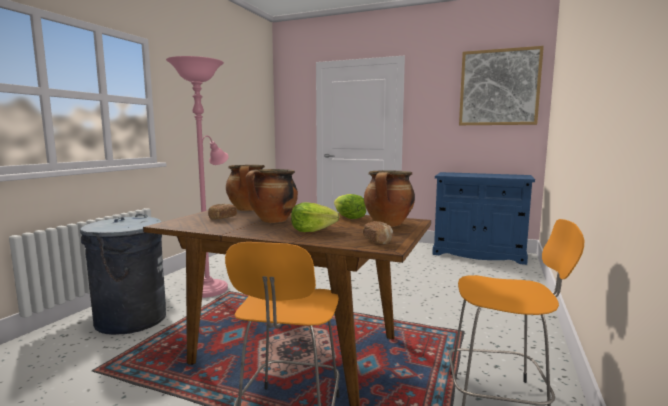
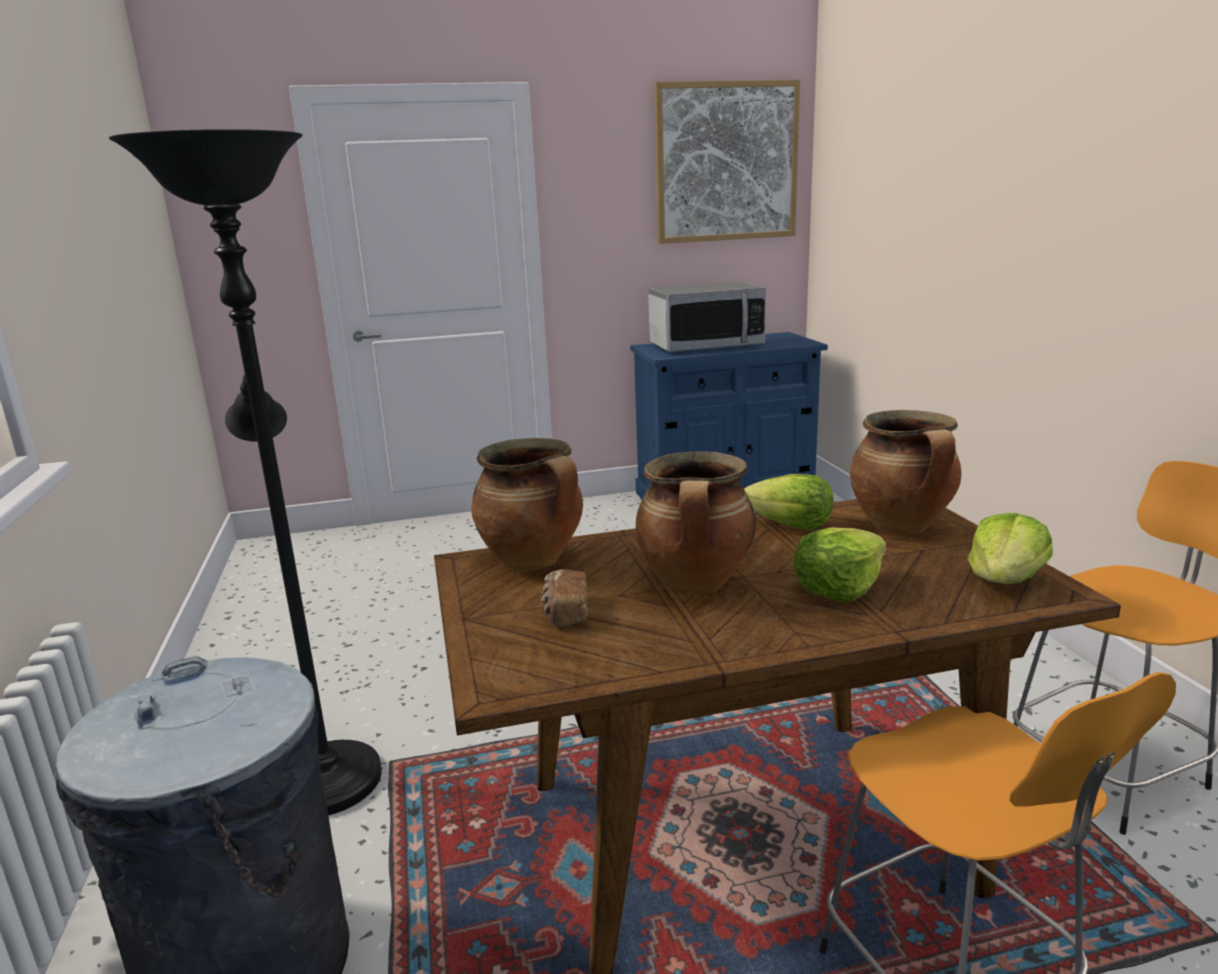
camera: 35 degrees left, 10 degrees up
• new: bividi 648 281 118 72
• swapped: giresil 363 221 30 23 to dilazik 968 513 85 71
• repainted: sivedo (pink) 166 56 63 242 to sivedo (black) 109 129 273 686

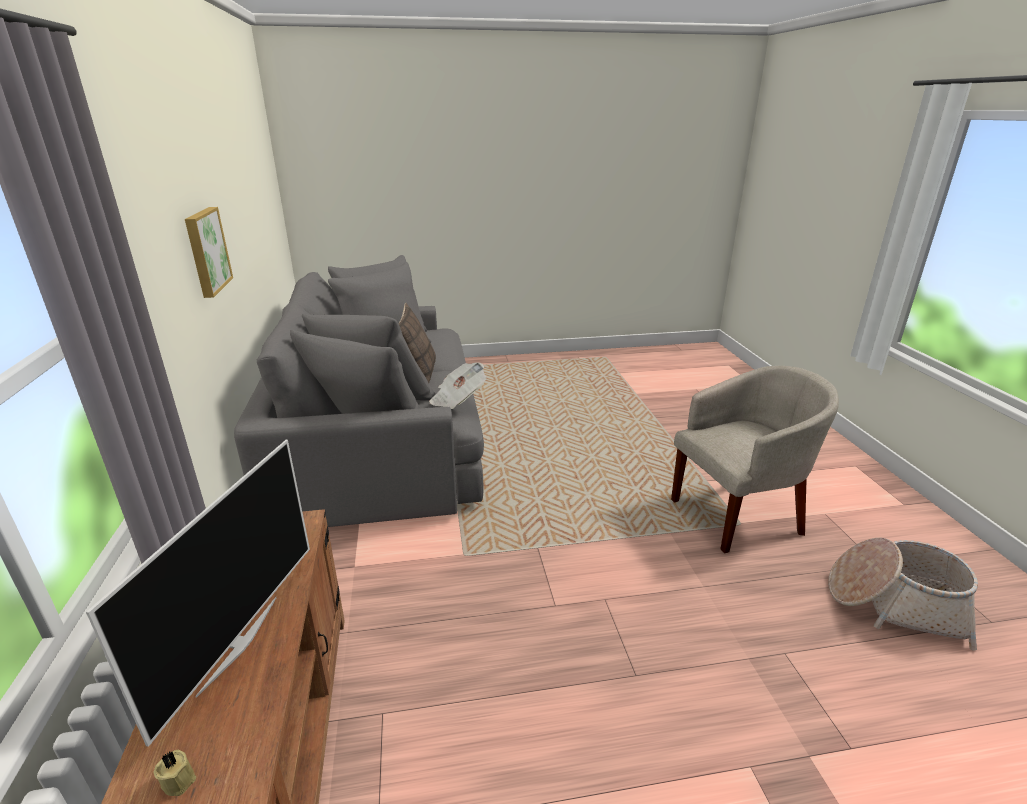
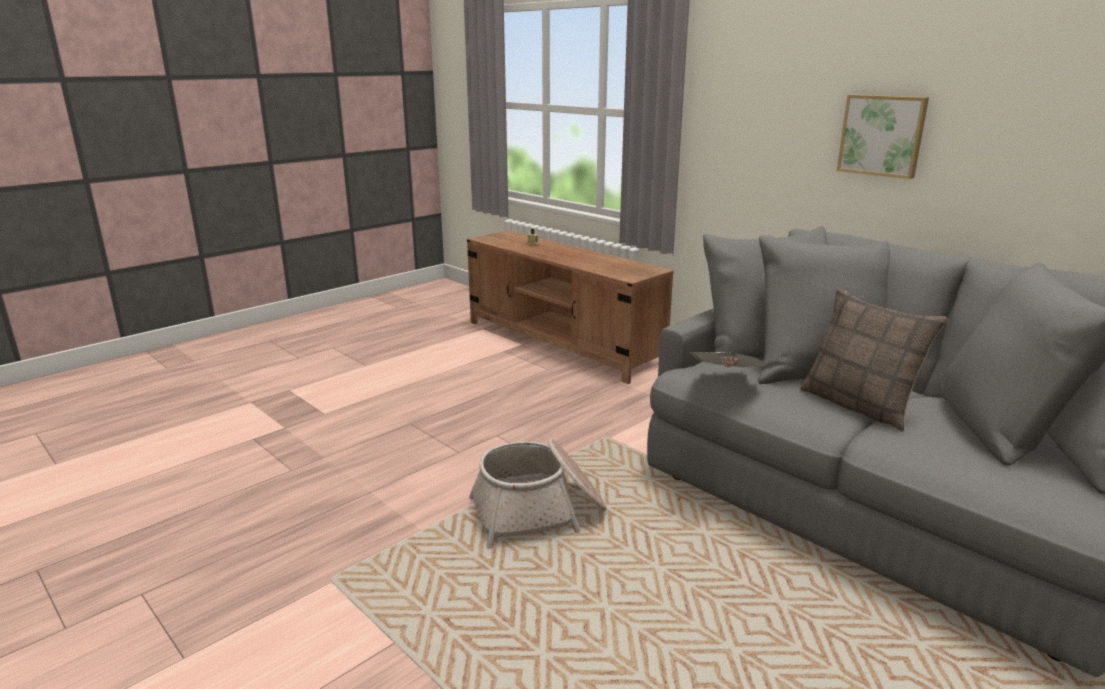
camera: 145 degrees right, 5 degrees down
• gone: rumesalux 86 440 224 307
• gone: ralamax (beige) 671 366 168 187
• shifted: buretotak 828 538 150 113 to 469 439 138 110

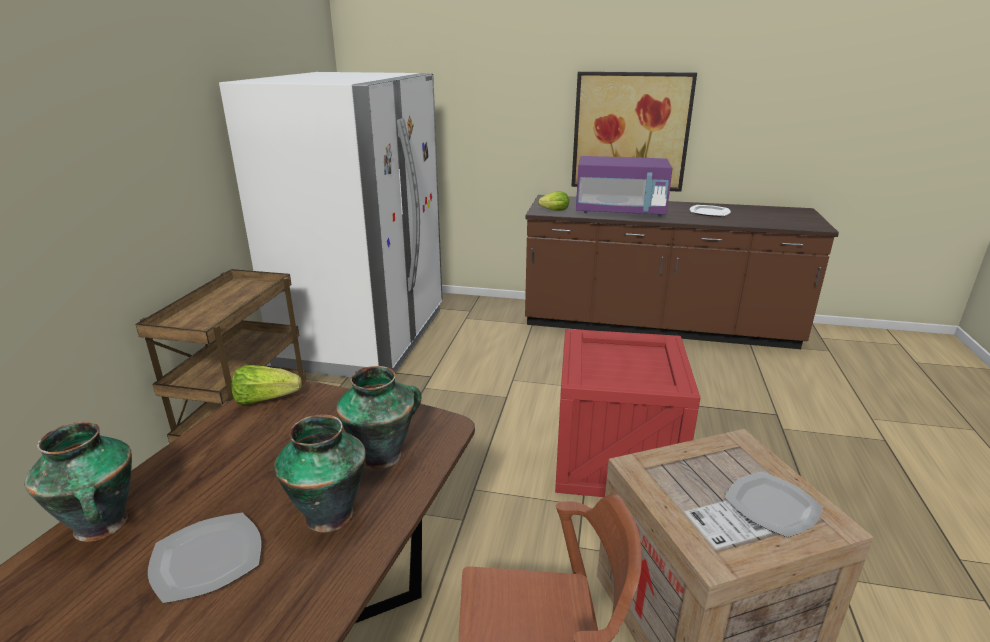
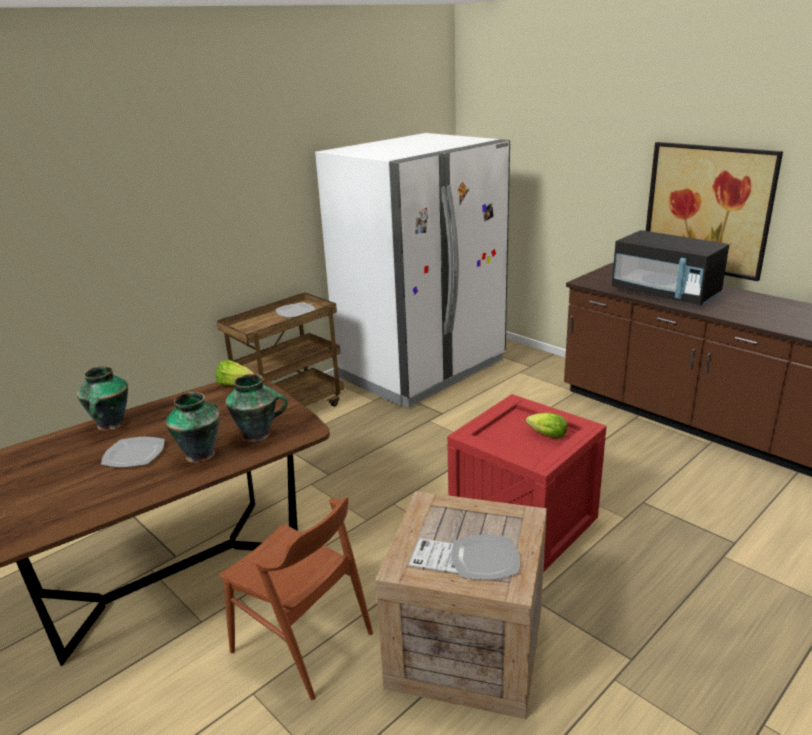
camera: 35 degrees right, 0 degrees up
• shifted: dilazik 538 191 31 20 to 526 413 42 25
• shifted: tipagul 690 205 41 12 to 276 303 39 15
• repainted: bividi (purple) 576 156 97 61 to bividi (black) 612 230 117 76

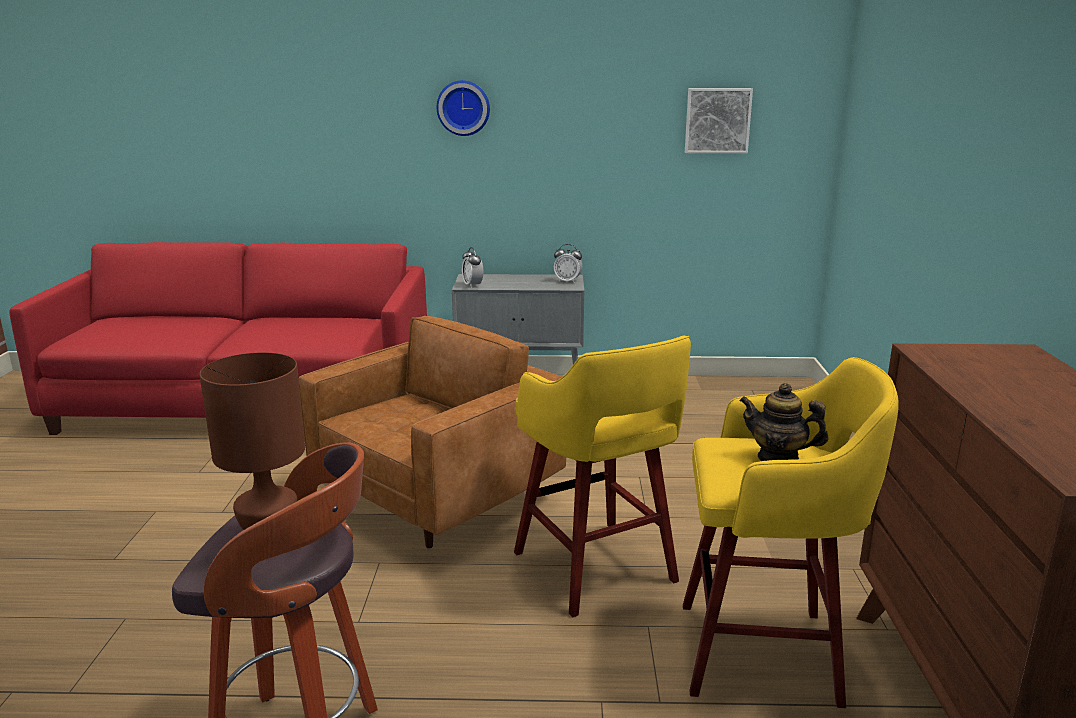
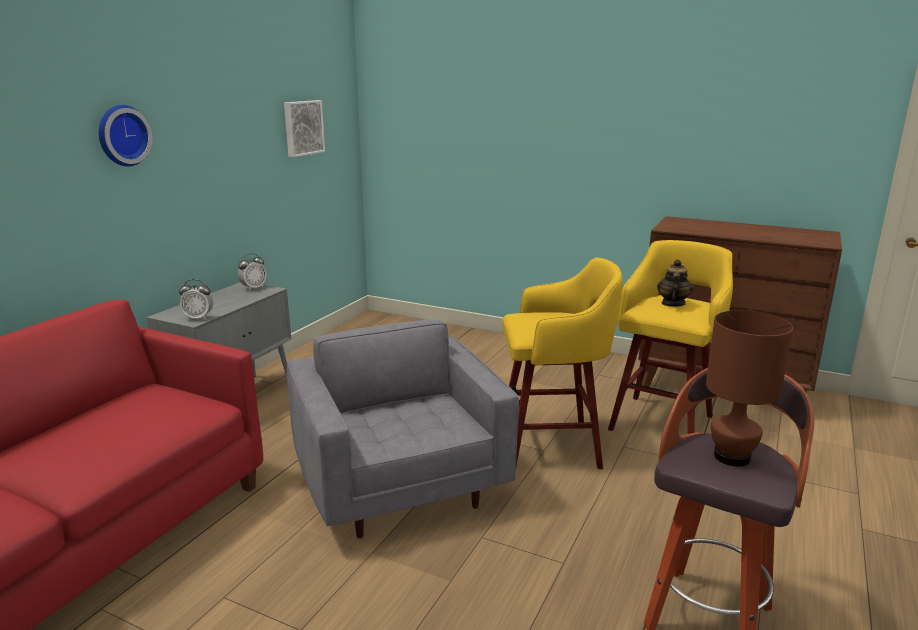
camera: 65 degrees left, 0 degrees up
• repainted: ralamax (brown) 299 316 267 233 to ralamax (grey) 287 320 232 219
• rotated: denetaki 739 383 89 78 = 657 259 36 48 150 degrees clockwise

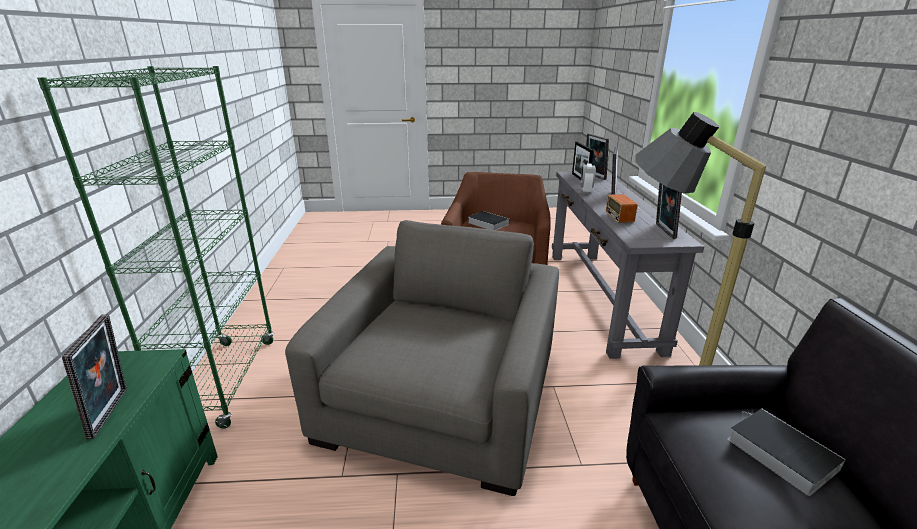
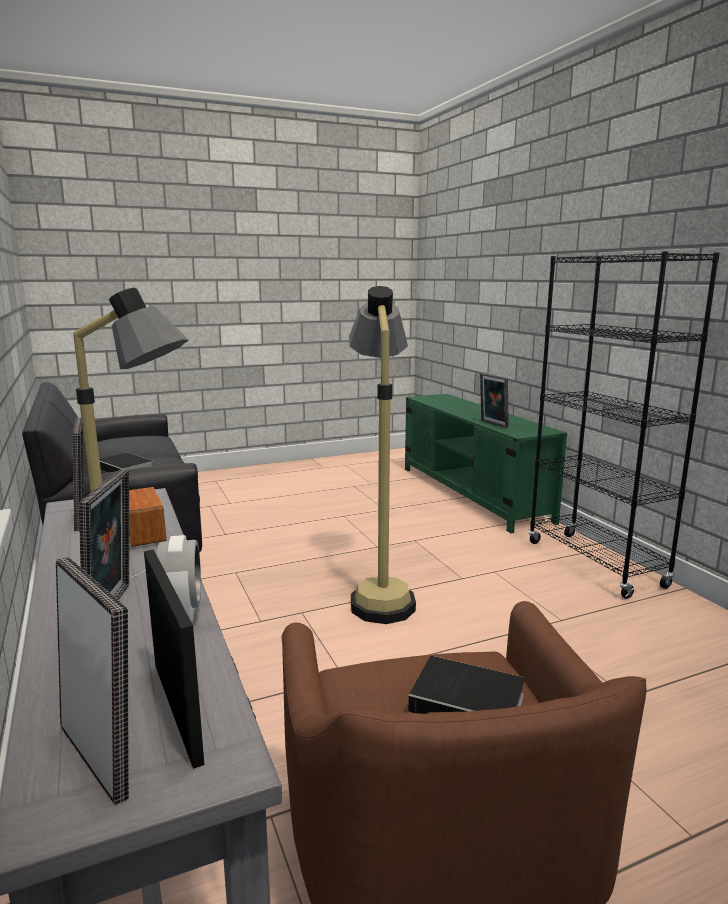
camera: 160 degrees right, 10 degrees down
• swapped: ralamax (grey) 285 220 274 276 to sivedo 349 286 67 338
• repainted: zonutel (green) 37 66 237 362 to zonutel (black) 529 251 191 348

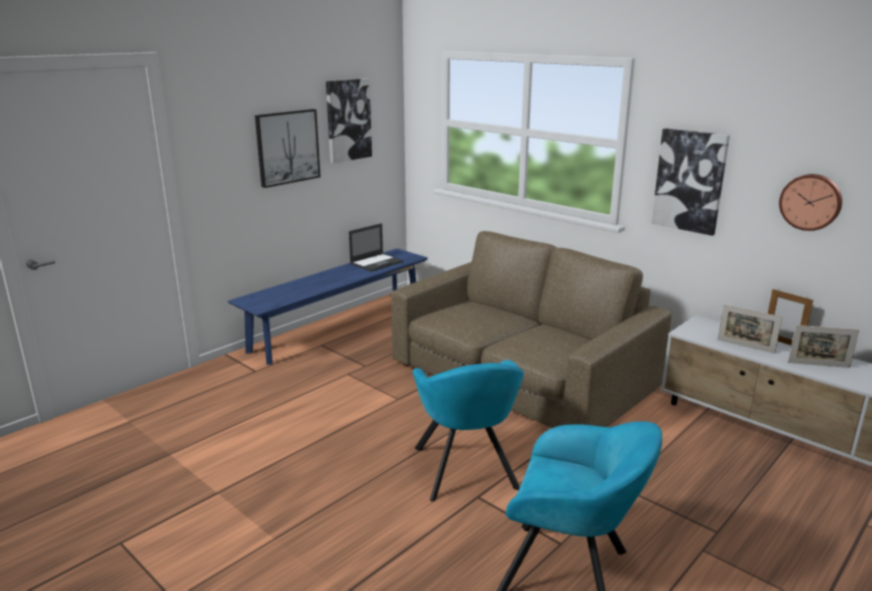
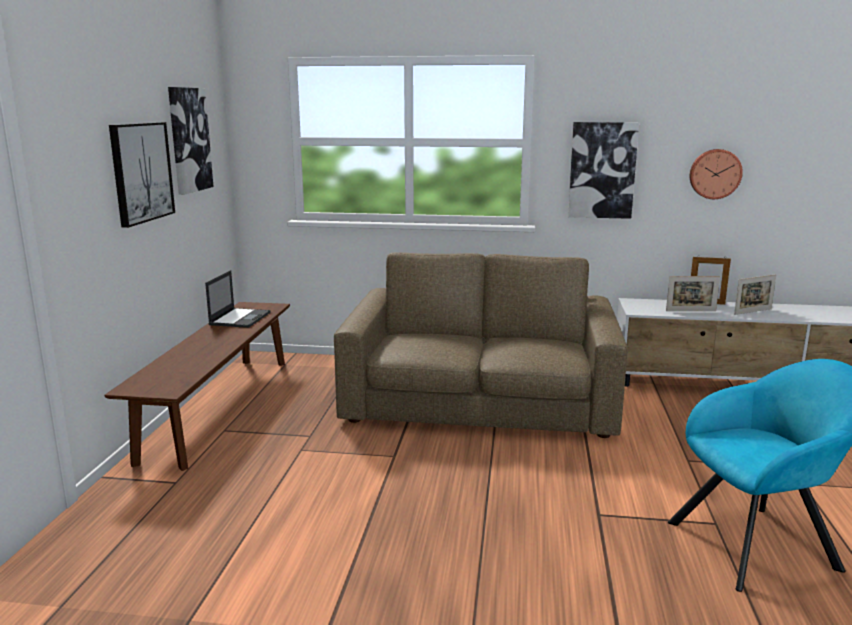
camera: 35 degrees left, 5 degrees down
• gone: ralamax (turquoise) 413 360 111 141
• repainted: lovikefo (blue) 228 248 200 117 to lovikefo (brown) 104 302 186 169

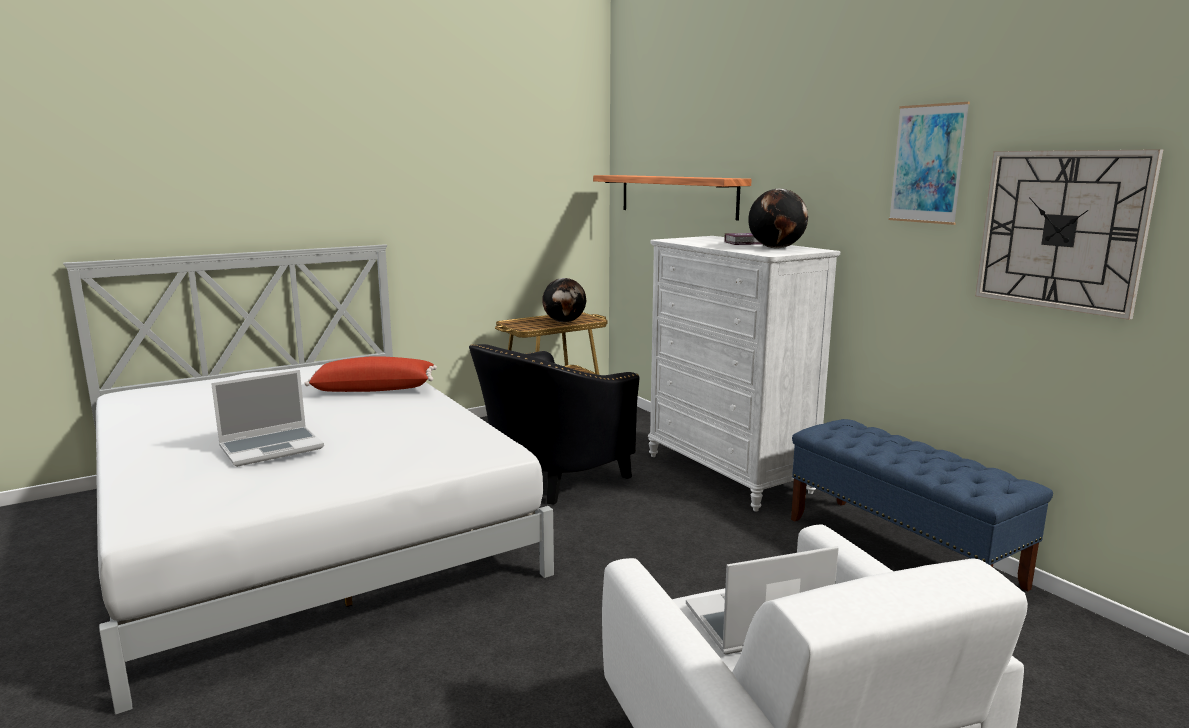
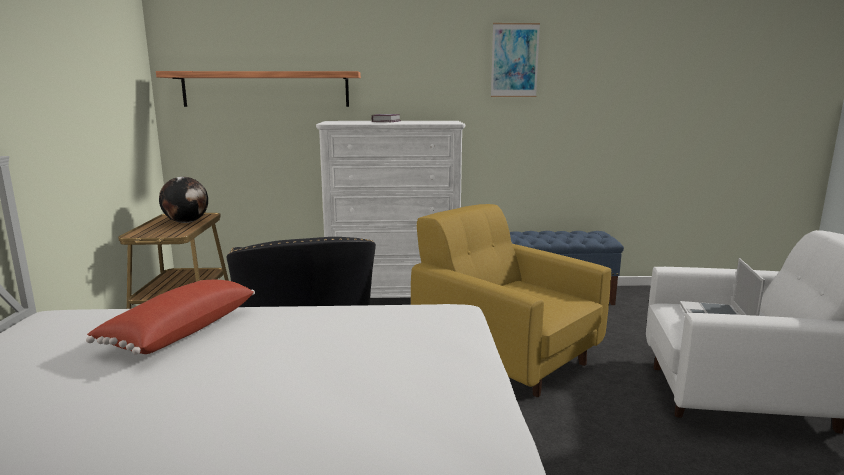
camera: 60 degrees left, 0 degrees up
• gone: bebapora 211 370 113 97
• gone: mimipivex 748 188 60 60
• gone: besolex 975 149 188 171
• new: ralamax (yellow) 411 204 200 193

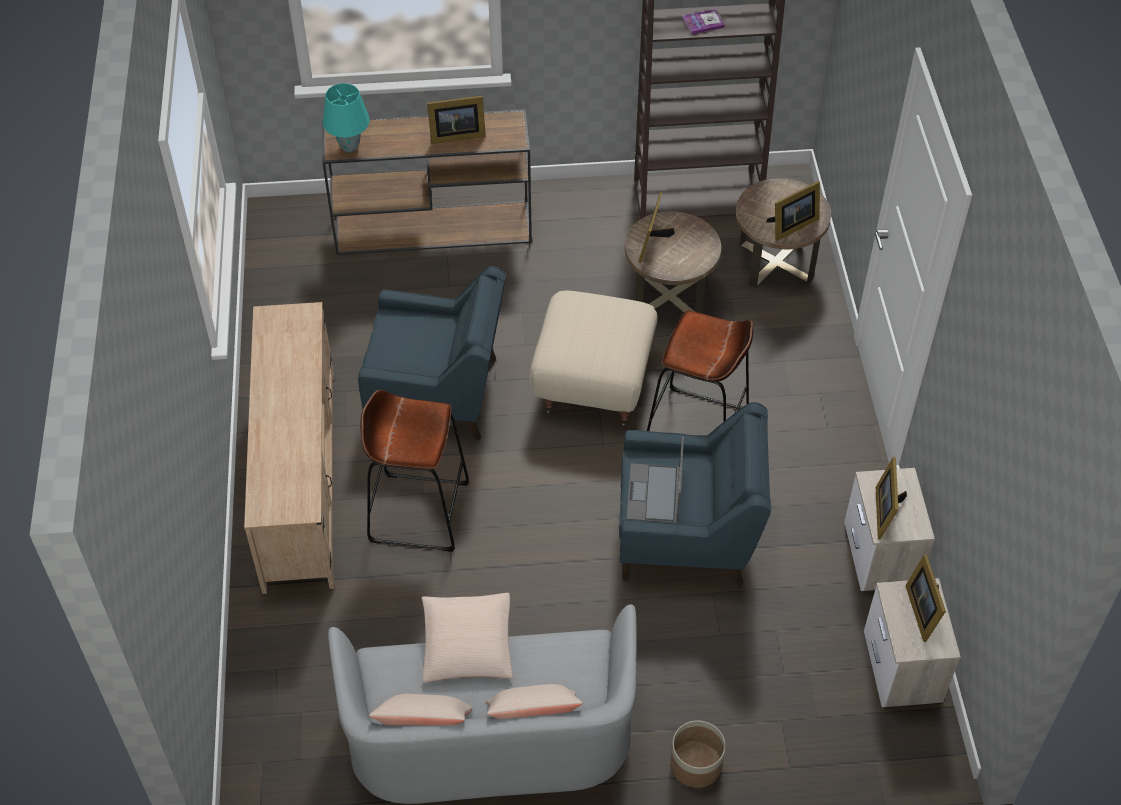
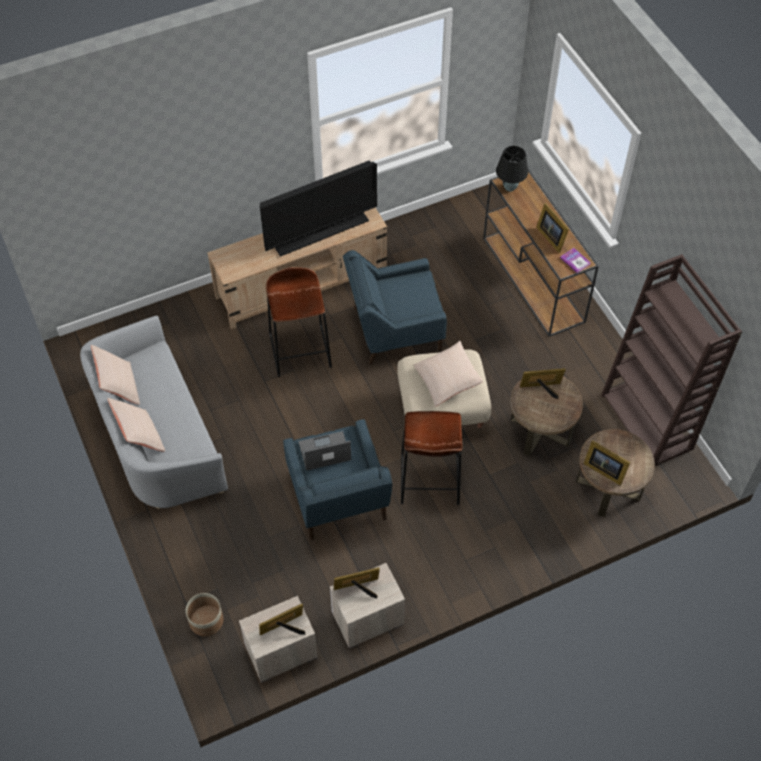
camera: 70 degrees right, 5 degrees up
• new: rumesalux 260 160 117 97
• shifted: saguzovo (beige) 421 593 92 90 to 414 341 69 65
• shifted: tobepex 670 720 56 68 to 186 593 37 43
• shifted: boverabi 683 9 42 25 to 560 248 31 25
• repainted: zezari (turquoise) 323 83 47 70 to zezari (black) 496 146 32 46
• rotated: ralamax (blue) 358 266 148 174 = 343 250 104 115 90 degrees clockwise

